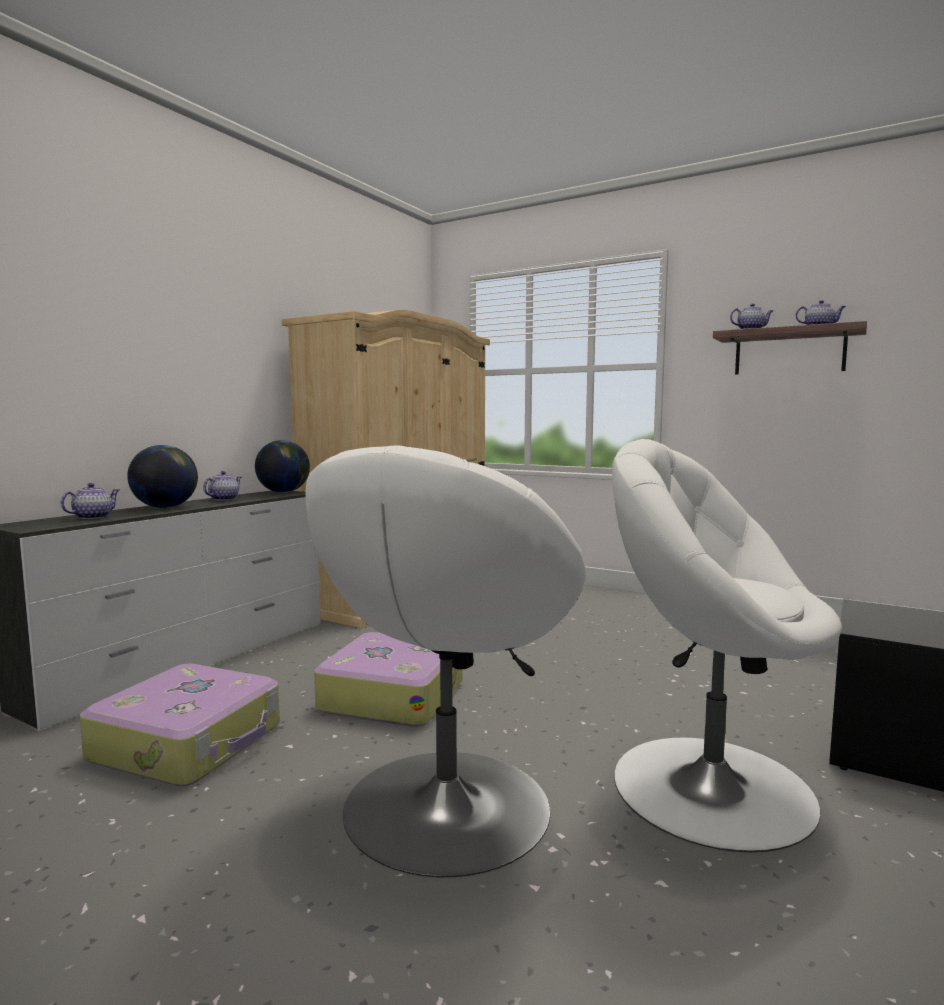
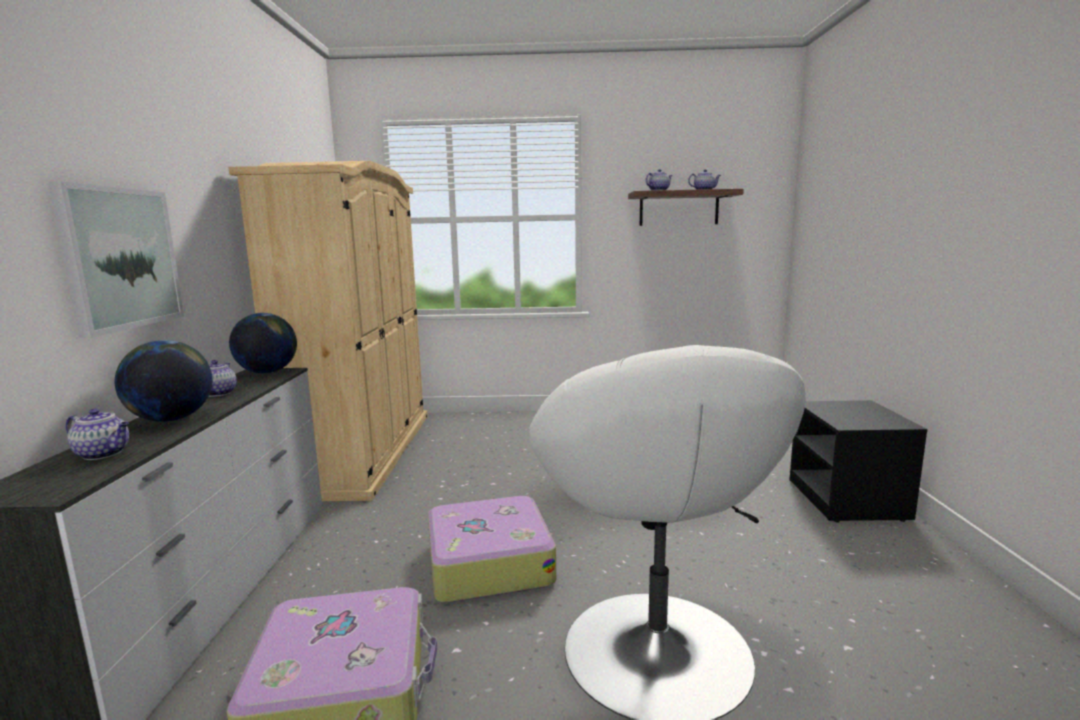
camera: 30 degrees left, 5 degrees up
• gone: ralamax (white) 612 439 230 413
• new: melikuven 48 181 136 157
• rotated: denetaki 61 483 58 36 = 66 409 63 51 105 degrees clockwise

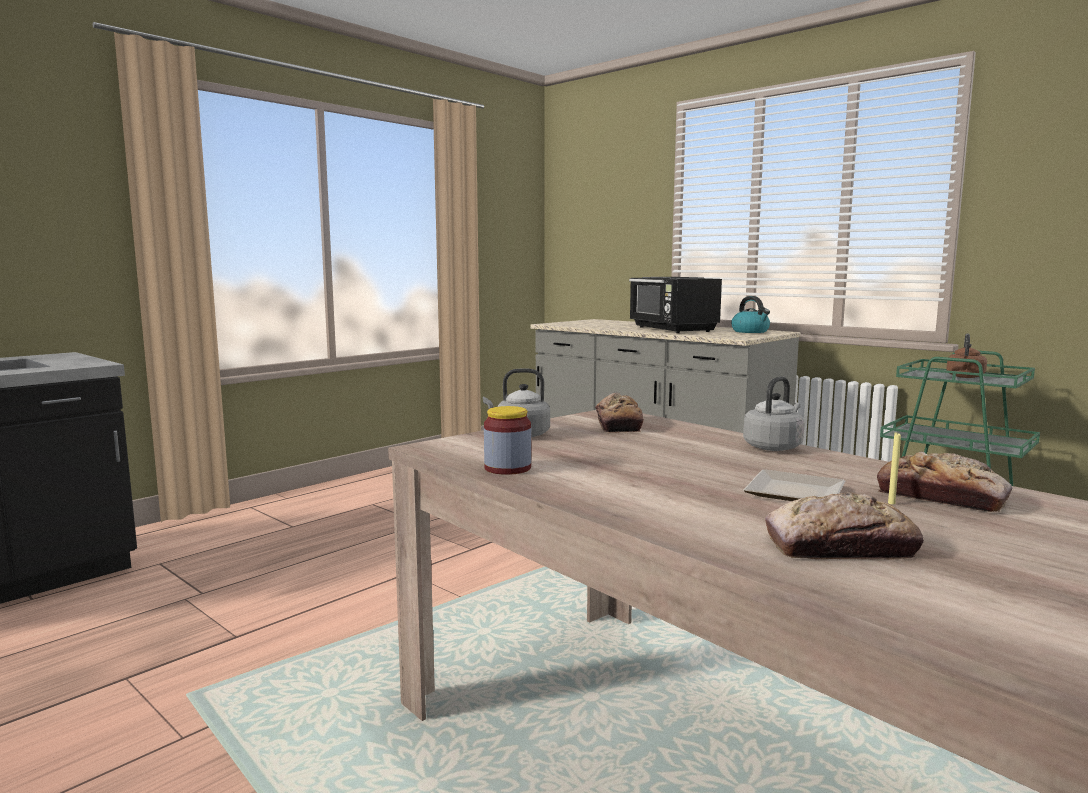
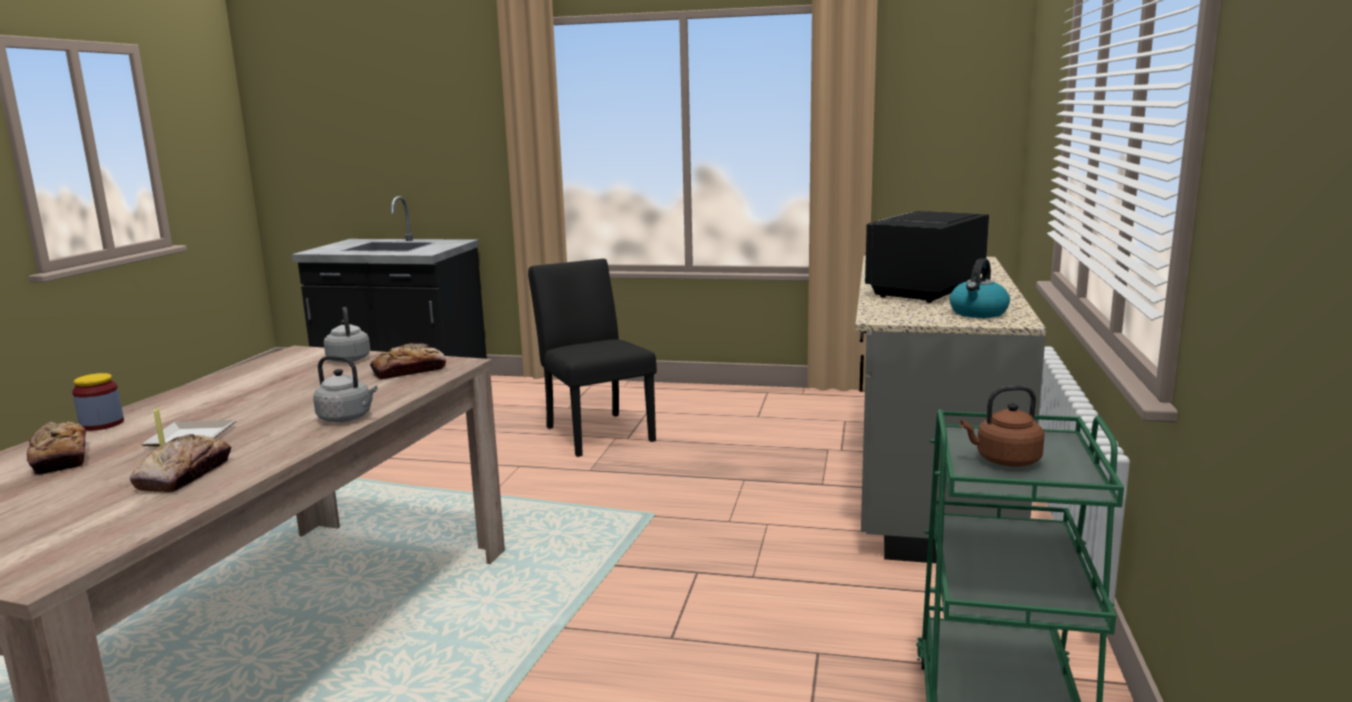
camera: 60 degrees right, 5 degrees up
• new: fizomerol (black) 528 259 129 198
• shifted: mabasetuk 484 406 47 69 to 72 373 52 58

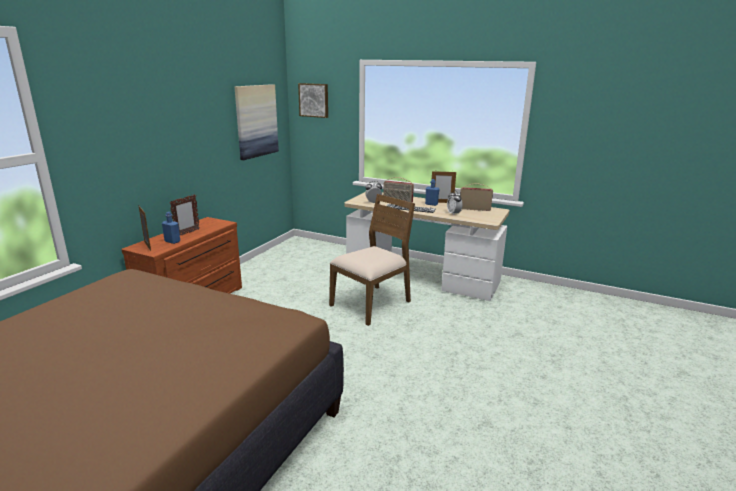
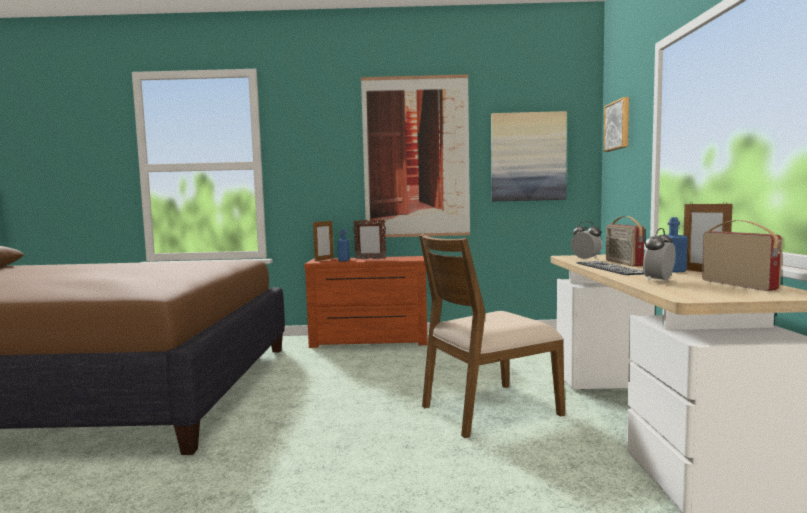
camera: 65 degrees right, 15 degrees down
• new: melikuven 361 74 109 163
• rotated: fizomerol (brown) 329 194 86 132 = 419 234 146 204 135 degrees clockwise

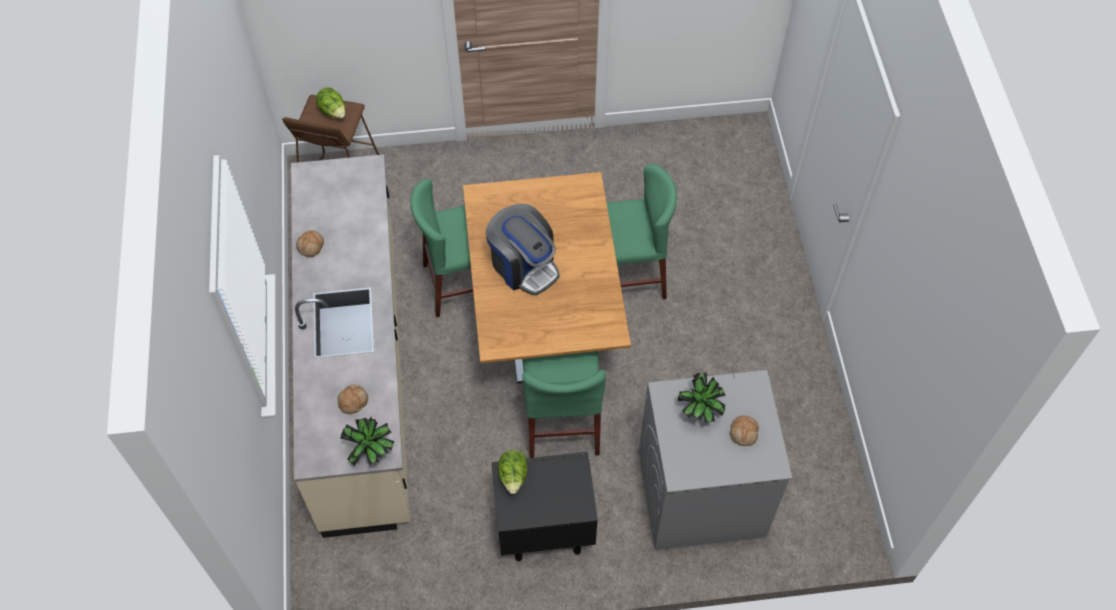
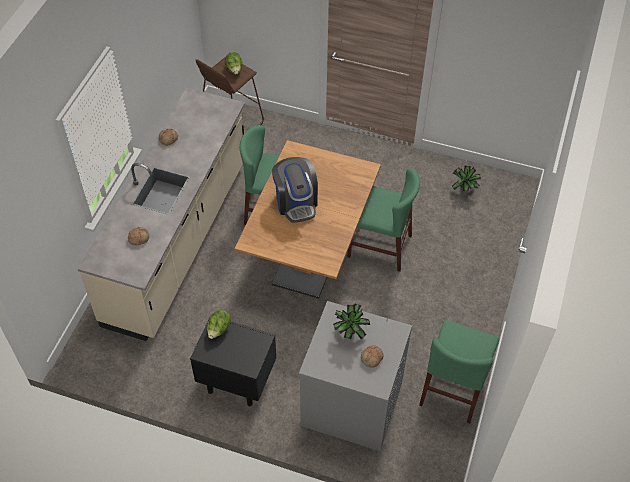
camera: 25 degrees right, 5 degrees down
• shifted: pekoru 340 417 54 49 to 452 166 29 26
• shifted: fizomerol (green) 522 351 84 107 to 419 320 80 103

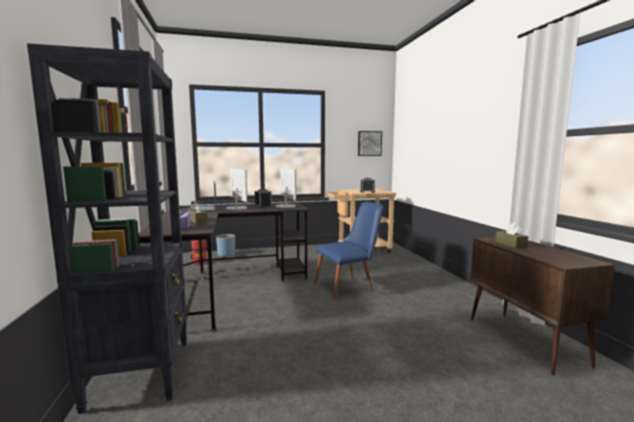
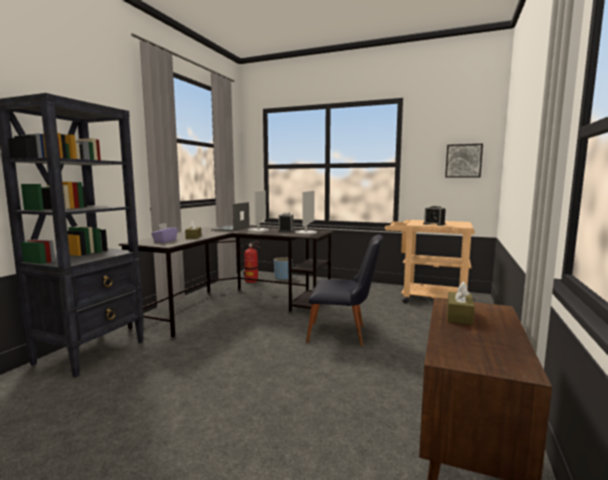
camera: 35 degrees right, 0 degrees up
• repainted: fizomerol (blue) 314 202 69 98 to fizomerol (black) 306 234 77 112

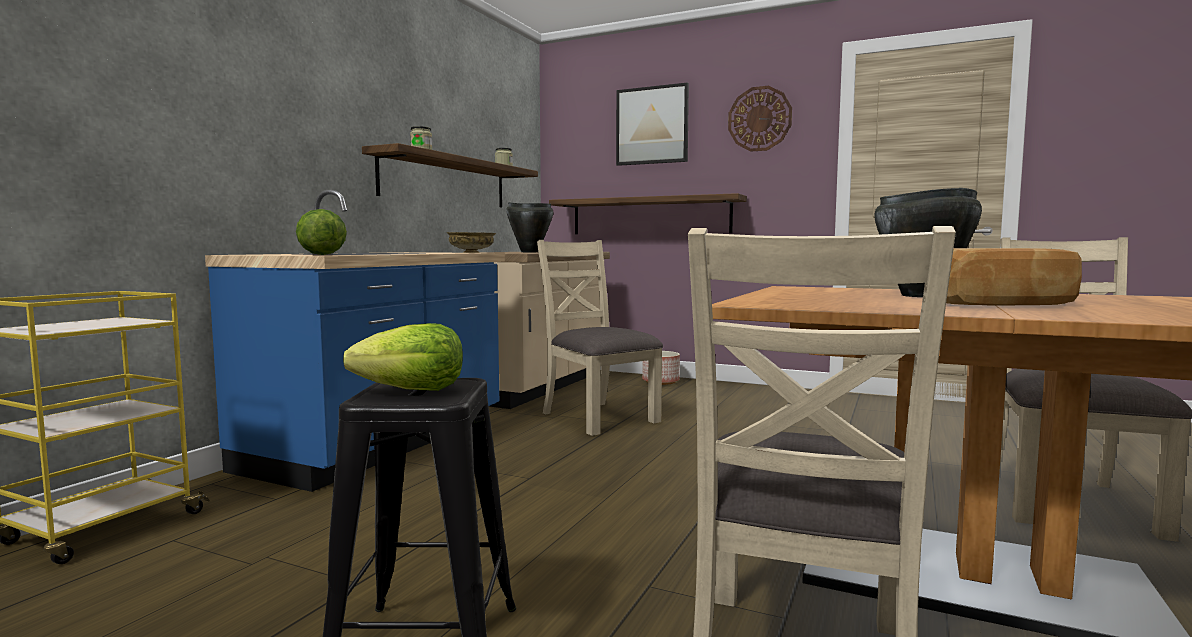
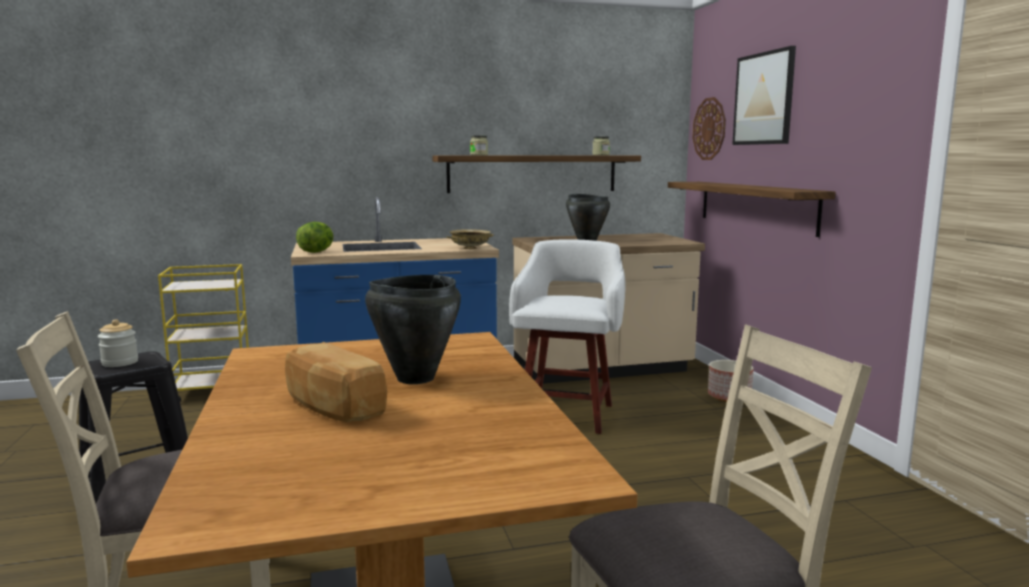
camera: 50 degrees right, 5 degrees up
• shifted: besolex 728 86 64 66 to 692 97 34 63
• swapped: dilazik 343 323 120 68 to mabasetuk 98 319 40 48
• swapped: fizomerol (beige) 537 240 126 196 to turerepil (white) 509 239 117 195

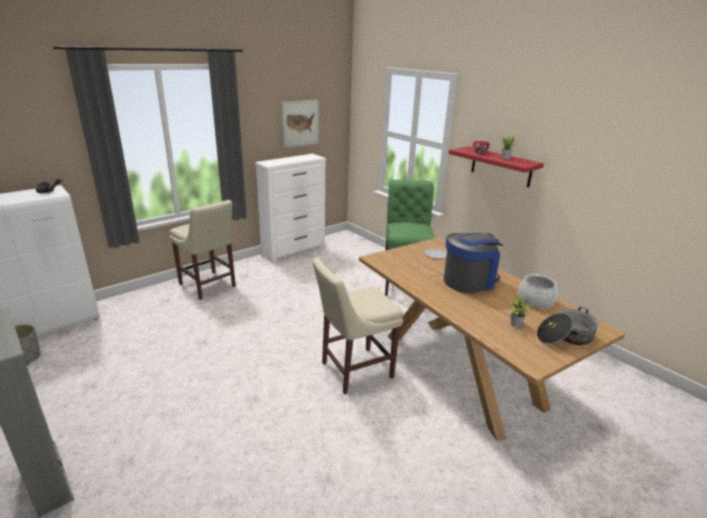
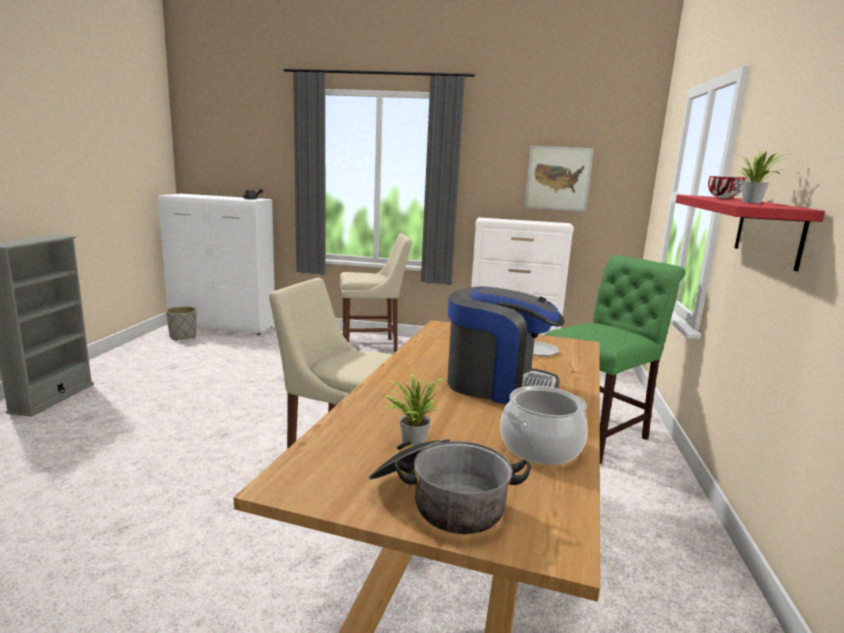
camera: 50 degrees right, 10 degrees down
• rotated: fizomerol (beige) 169 200 67 100 = 340 233 72 120 105 degrees counterclockwise

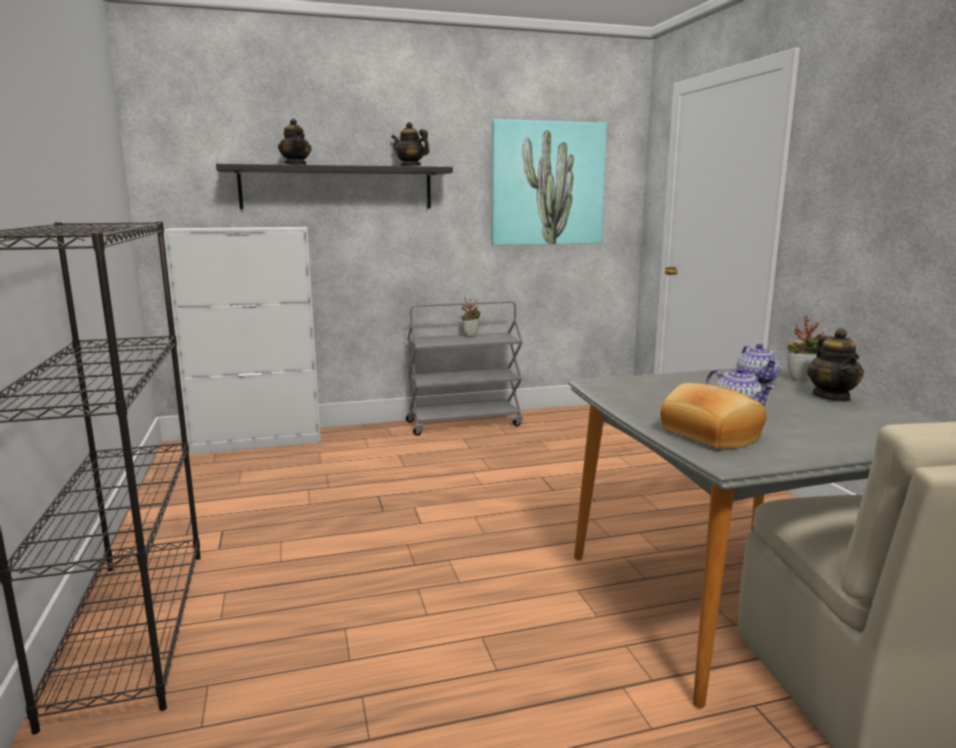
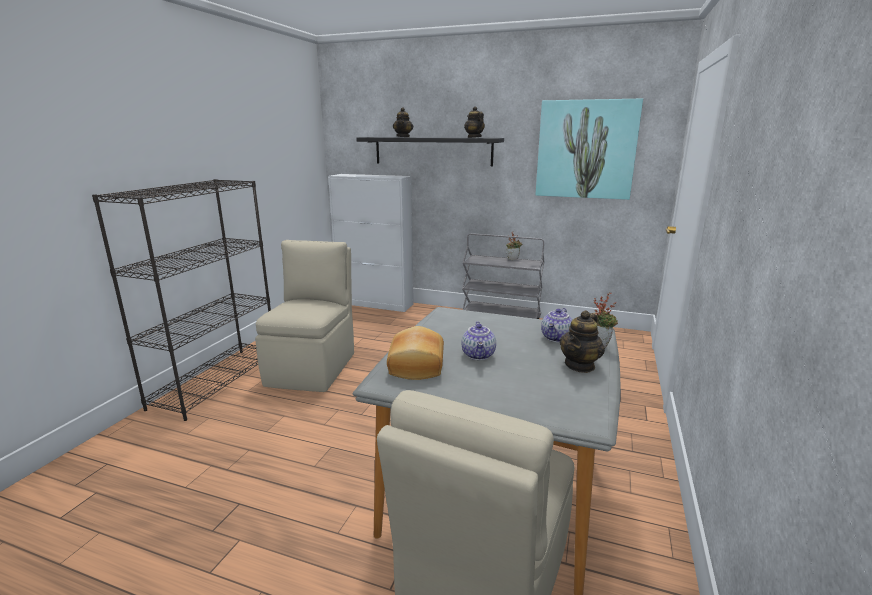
camera: 35 degrees right, 5 degrees up
• new: fizomerol (beige) 255 240 99 152

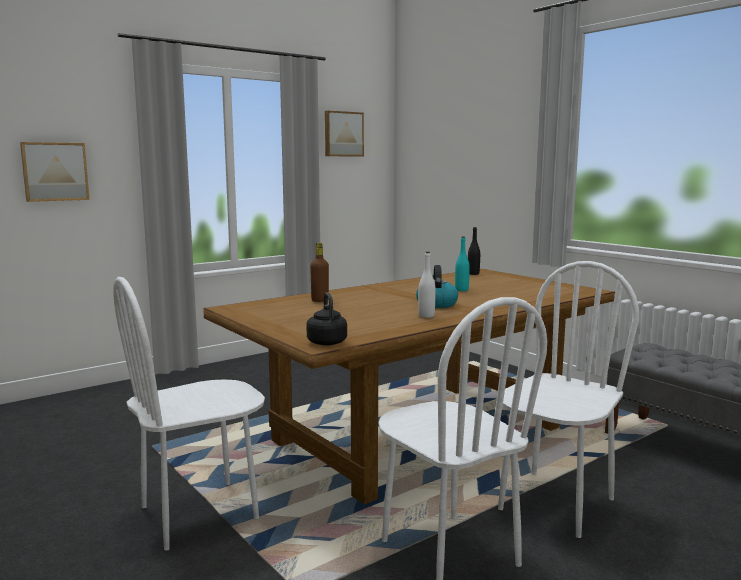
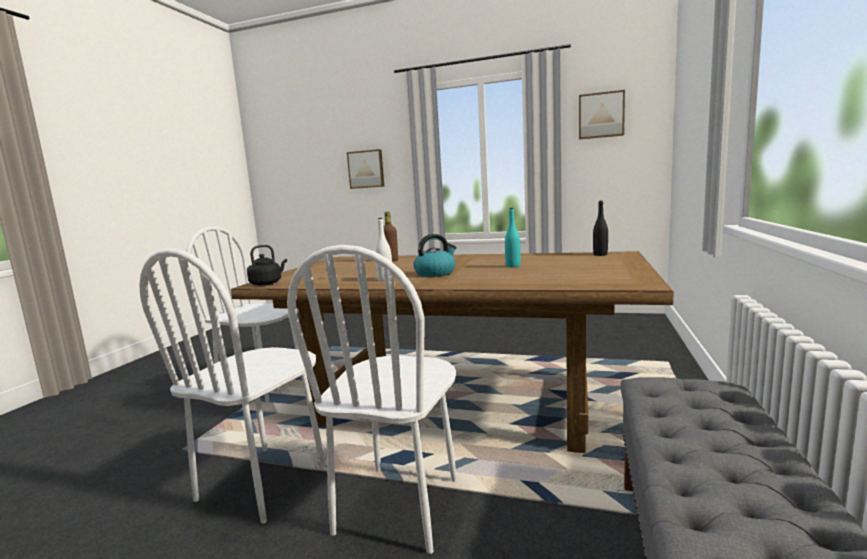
camera: 55 degrees right, 0 degrees up
• rotated: fizomerol (white) 498 261 141 277 = 287 245 170 309 105 degrees clockwise

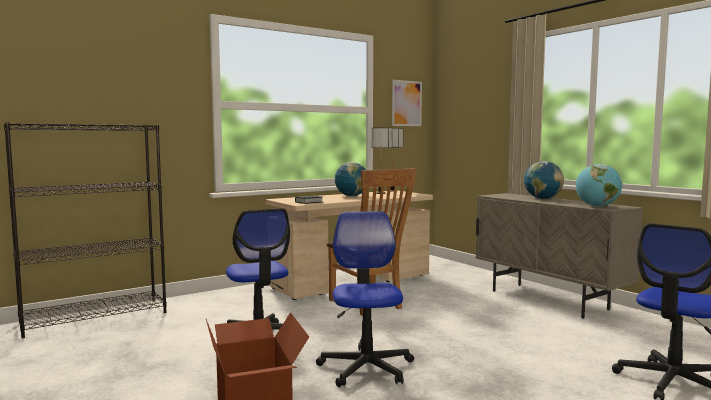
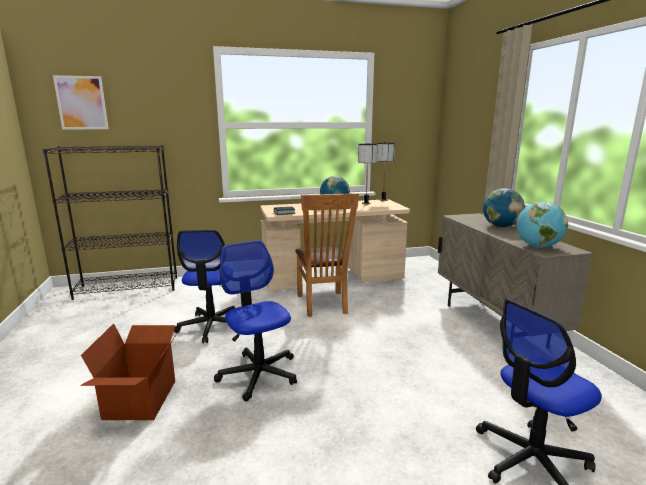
camera: 20 degrees right, 10 degrees up
• shifted: melikuven 392 80 30 46 to 53 75 55 54
• rotated: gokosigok 316 211 98 176 = 214 240 83 162 45 degrees counterclockwise

